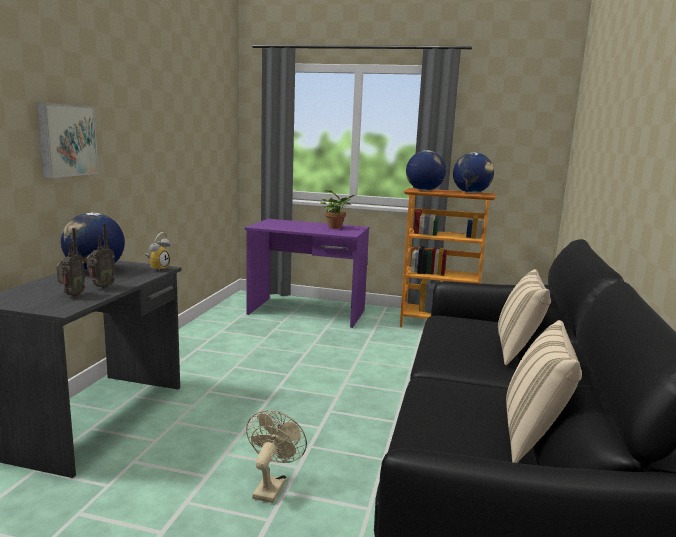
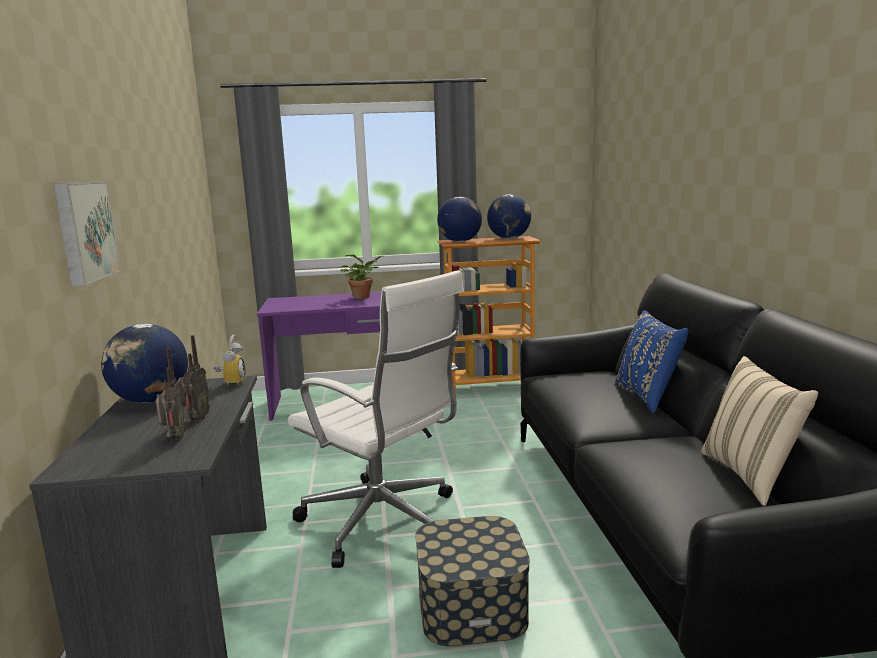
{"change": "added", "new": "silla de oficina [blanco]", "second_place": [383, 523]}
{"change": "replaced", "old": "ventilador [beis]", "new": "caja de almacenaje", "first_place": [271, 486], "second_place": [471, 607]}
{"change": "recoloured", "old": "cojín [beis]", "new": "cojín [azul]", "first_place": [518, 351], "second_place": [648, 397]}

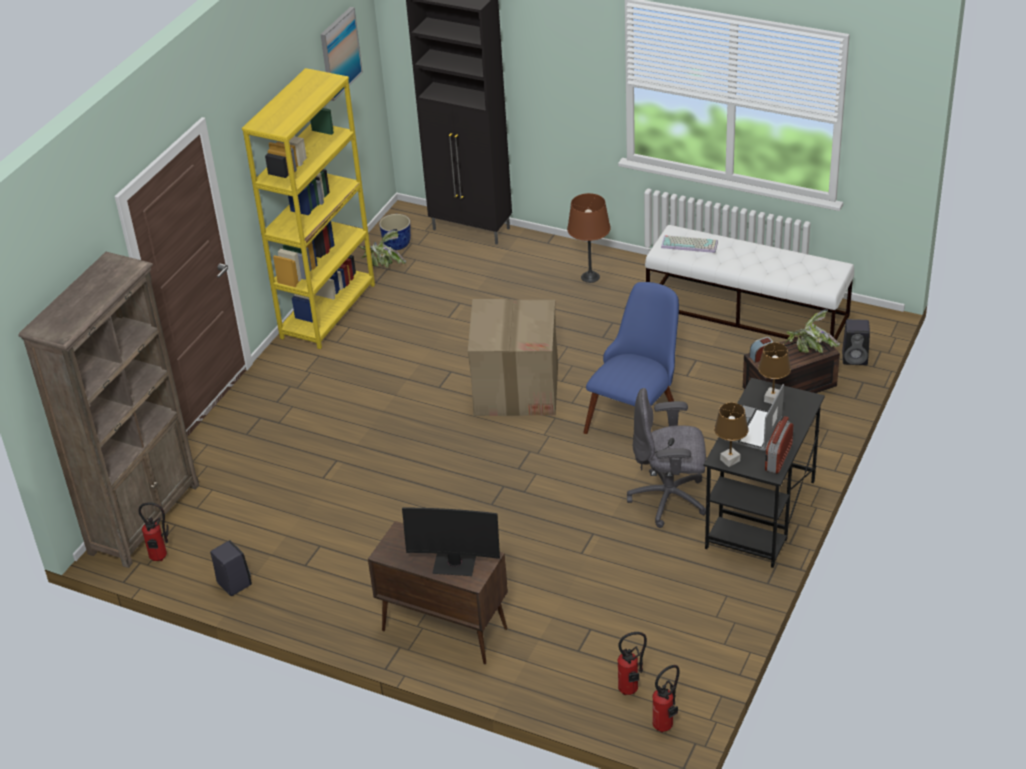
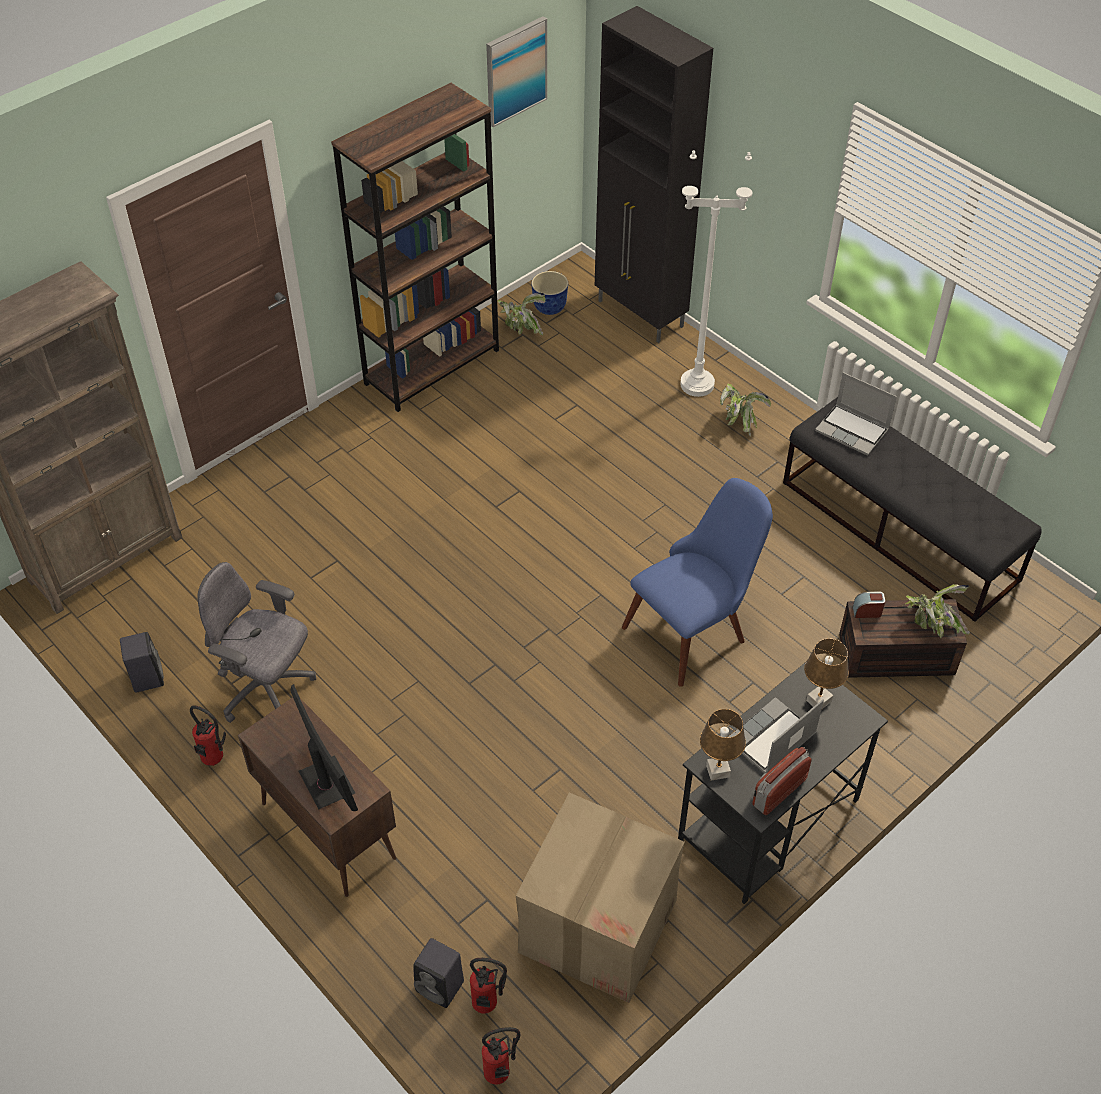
{"change": "moved", "old": "extintor", "first_place": [161, 558], "second_place": [215, 761]}
{"change": "moved", "old": "silla de oficina [gris]", "first_place": [670, 499], "second_place": [266, 689]}
{"change": "turned", "old": "monitor", "first_place": [455, 564], "second_place": [326, 783], "degrees": -150}
{"change": "recoloured", "old": "estantería [amarillo]", "new": "estantería [marrón]", "first_place": [328, 311], "second_place": [432, 367]}
{"change": "moved", "old": "altavoz [negro]", "first_place": [855, 358], "second_place": [441, 986]}
{"change": "moved", "old": "caja de cartón", "first_place": [516, 388], "second_place": [598, 925]}
{"change": "added", "new": "lámpara de pie [blanco]", "second_place": [697, 384]}
{"change": "replaced", "old": "lámpara de mesa [marrón]", "new": "planta en maceta", "first_place": [590, 277], "second_place": [739, 421]}
{"change": "recoloured", "old": "banco [blanco]", "new": "banco [negro]", "first_place": [747, 311], "second_place": [899, 531]}
{"change": "replaced", "old": "teclado", "new": "portátil", "first_place": [690, 244], "second_place": [853, 431]}

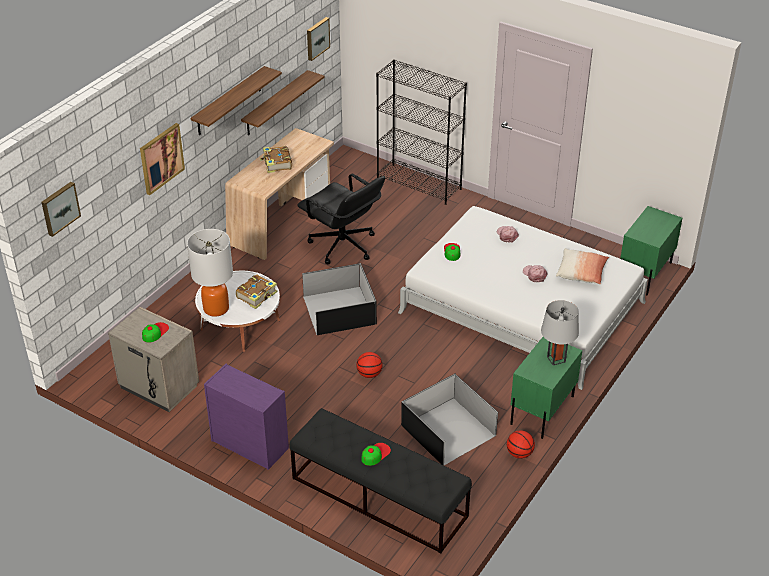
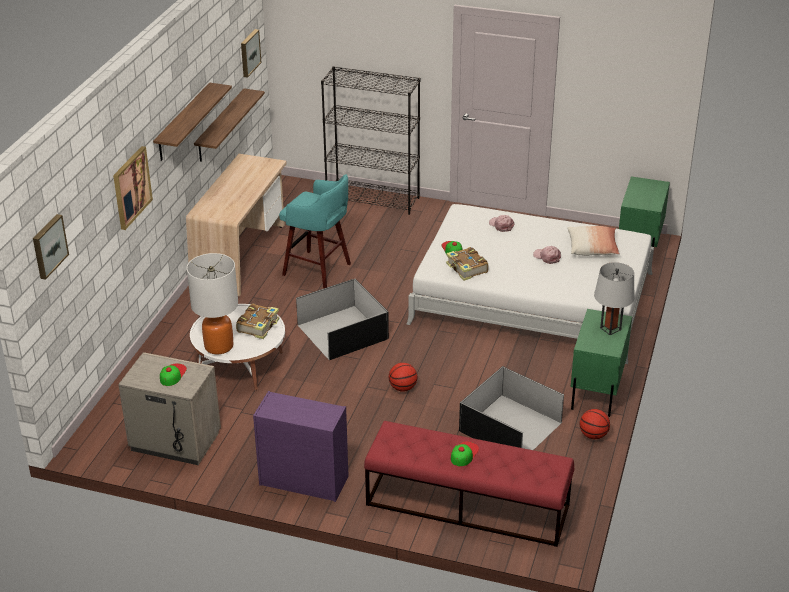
{"change": "replaced", "old": "silla de oficina [negro]", "new": "taburete [turquesa]", "first_place": [343, 246], "second_place": [318, 270]}
{"change": "recoloured", "old": "banco [negro]", "new": "banco [rojo]", "first_place": [378, 497], "second_place": [466, 505]}
{"change": "moved", "old": "libro", "first_place": [277, 164], "second_place": [466, 269]}

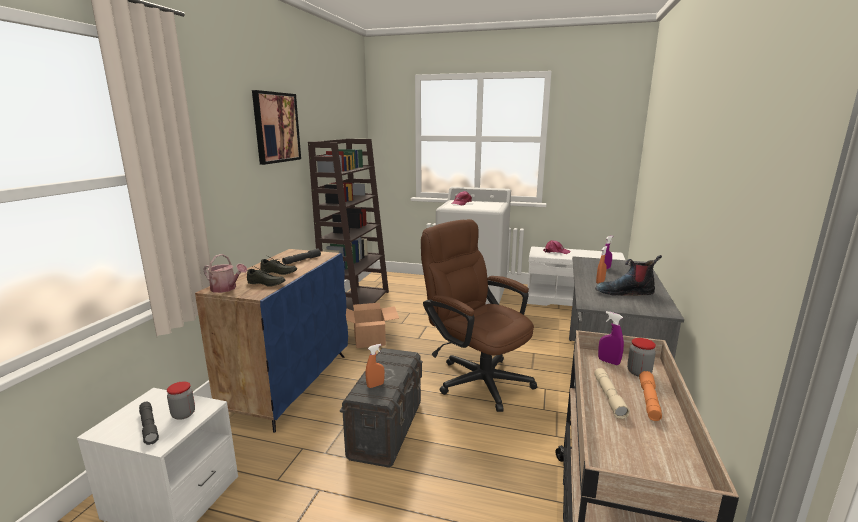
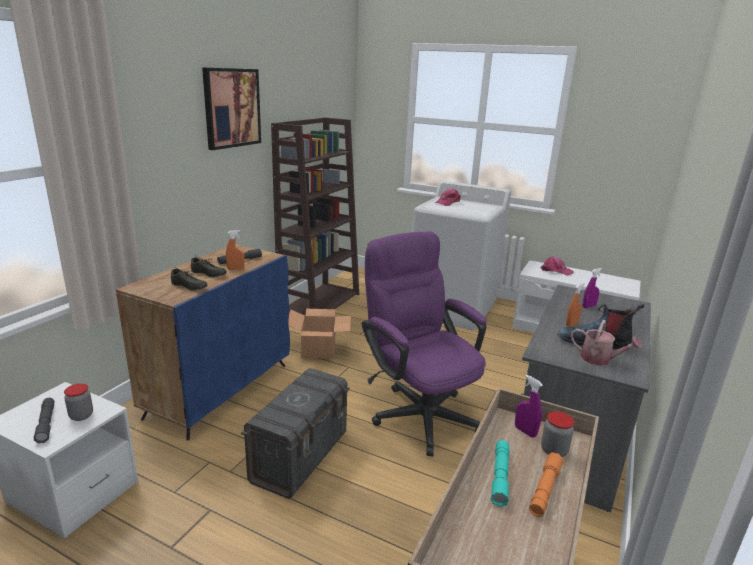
{"change": "moved", "old": "pulverizador [naranja]", "first_place": [375, 385], "second_place": [235, 269]}
{"change": "recoloured", "old": "silla de oficina [marrón]", "new": "silla de oficina [morado]", "first_place": [476, 378], "second_place": [419, 411]}
{"change": "recoloured", "old": "linterna [beis]", "new": "linterna [turquesa]", "first_place": [609, 397], "second_place": [500, 477]}
{"change": "moved", "old": "regadera", "first_place": [226, 289], "second_place": [600, 359]}

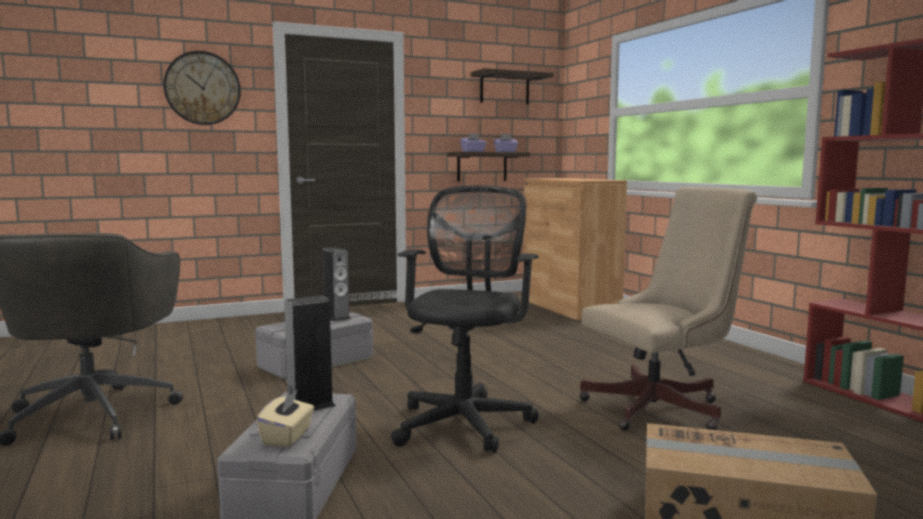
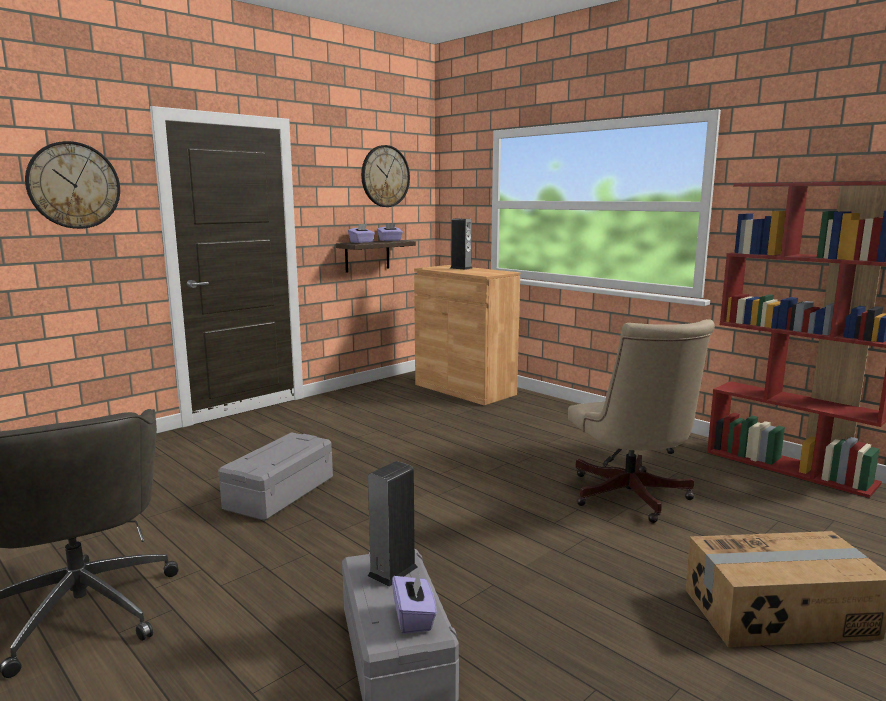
{"change": "replaced", "old": "estante", "new": "reloj de pared", "first_place": [504, 88], "second_place": [385, 176]}
{"change": "recoloured", "old": "caja de pañuelos [beis]", "new": "caja de pañuelos [morado]", "first_place": [287, 437], "second_place": [414, 618]}
{"change": "moved", "old": "altavoz", "first_place": [337, 317], "second_place": [461, 268]}
{"change": "turned", "old": "silla de oficina [beis]", "first_place": [663, 408], "second_place": [630, 498], "degrees": 120}
{"change": "removed", "old": "silla de oficina [negro]", "first_place": [465, 422]}

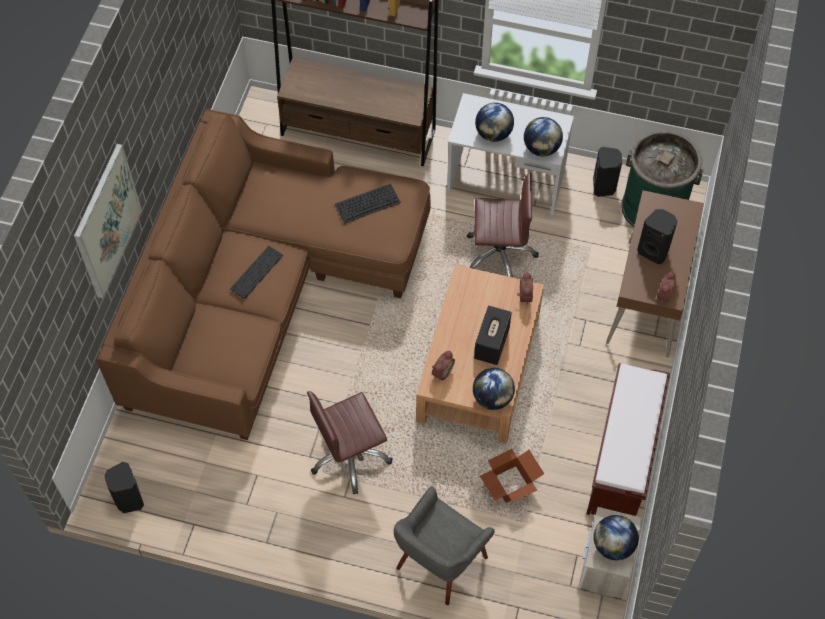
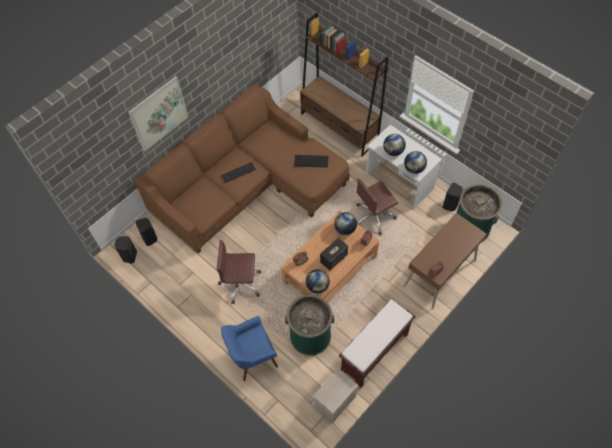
{"change": "moved", "old": "altavoz [negro]", "first_place": [654, 251], "second_place": [150, 238]}
{"change": "recoloured", "old": "sillón [gris]", "new": "sillón [azul]", "first_place": [440, 562], "second_place": [253, 357]}
{"change": "replaced", "old": "caja de cartón", "new": "papelera [verde]", "first_place": [509, 484], "second_place": [310, 335]}
{"change": "moved", "old": "globo terráqueo", "first_place": [613, 545], "second_place": [345, 229]}
{"change": "turned", "old": "silla de oficina [marrón]", "first_place": [499, 255], "second_place": [374, 217], "degrees": 120}

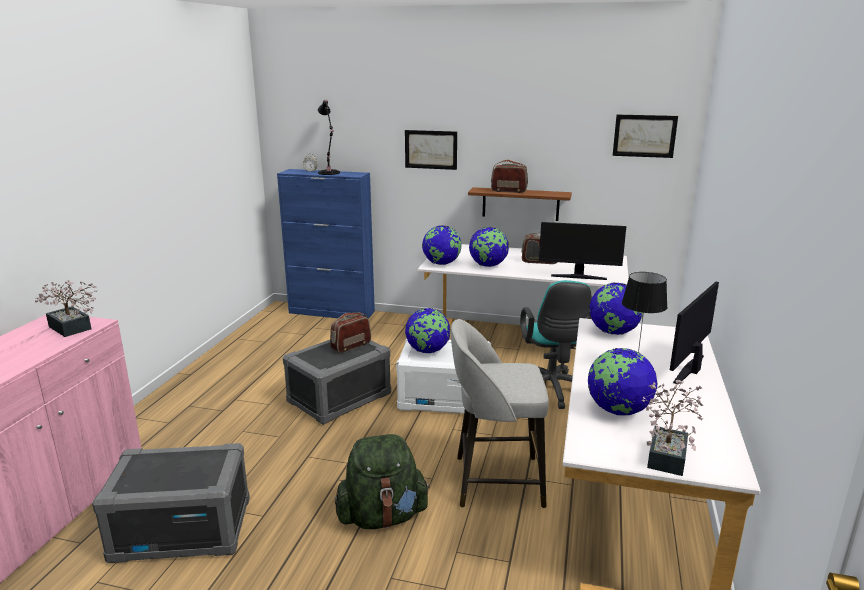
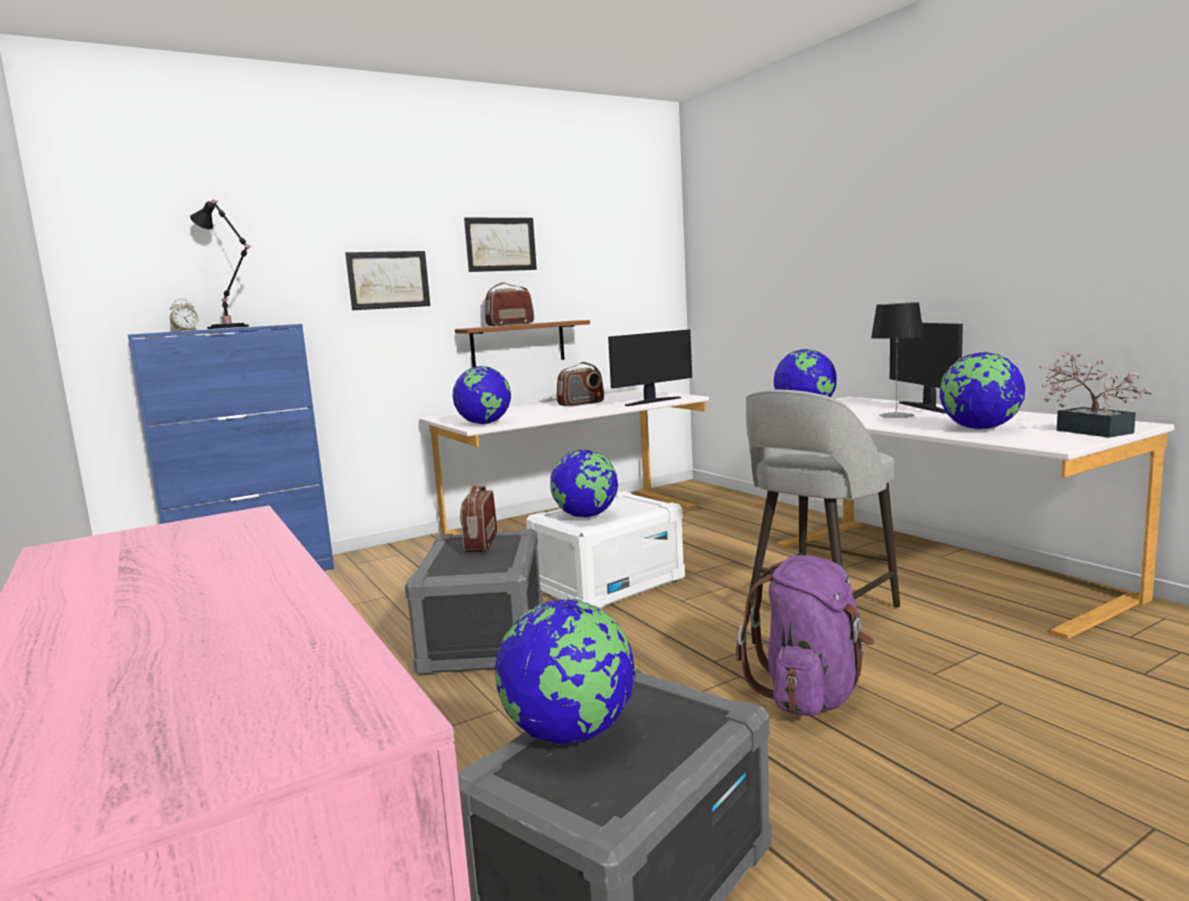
{"change": "moved", "old": "cuadro", "first_place": [644, 136], "second_place": [500, 244]}
{"change": "moved", "old": "globo terráqueo", "first_place": [488, 265], "second_place": [570, 734]}
{"change": "recoloured", "old": "mochila [verde]", "new": "mochila [morado]", "first_place": [382, 517], "second_place": [810, 695]}
{"change": "removed", "old": "planta en maceta", "first_place": [71, 329]}
{"change": "removed", "old": "silla de oficina [turquesa]", "first_place": [552, 391]}

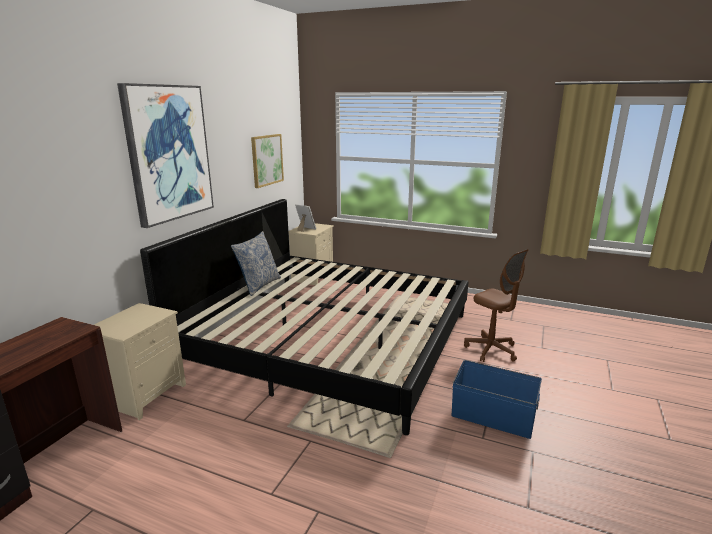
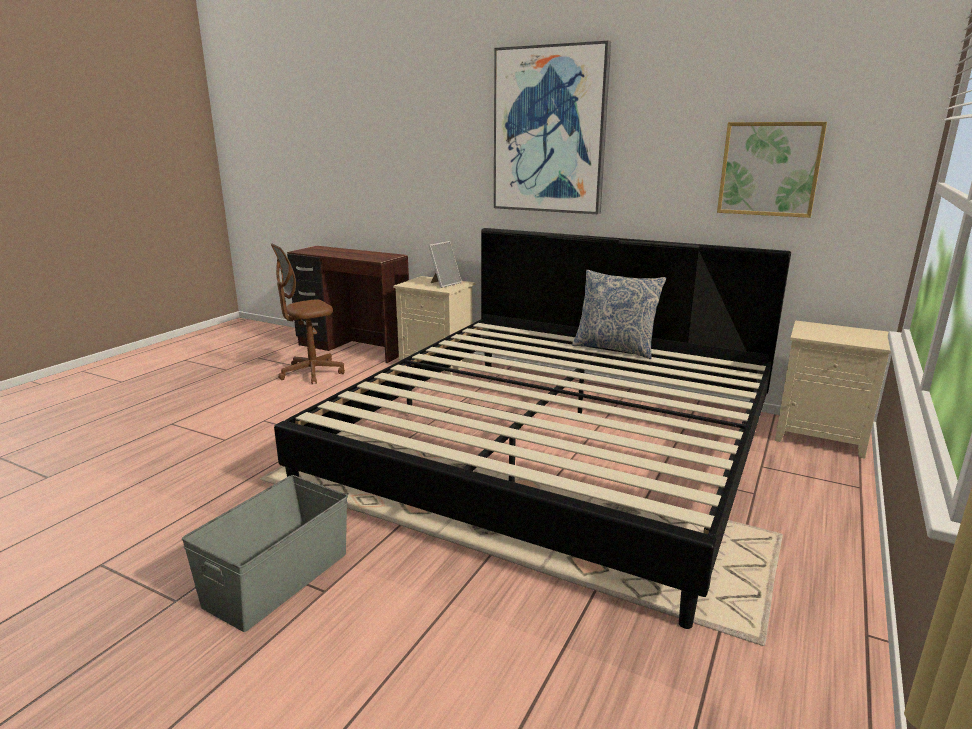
{"change": "recoloured", "old": "caja de almacenaje [azul]", "new": "caja de almacenaje [gris]", "first_place": [493, 417], "second_place": [276, 579]}
{"change": "moved", "old": "silla de oficina [marrón]", "first_place": [491, 350], "second_place": [312, 373]}
{"change": "moved", "old": "portarretratos", "first_place": [305, 229], "second_place": [444, 284]}

